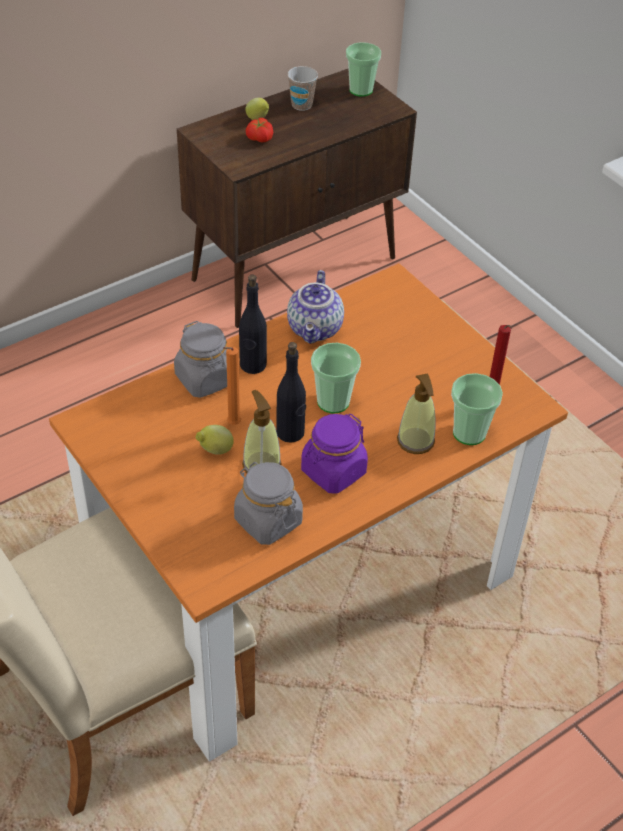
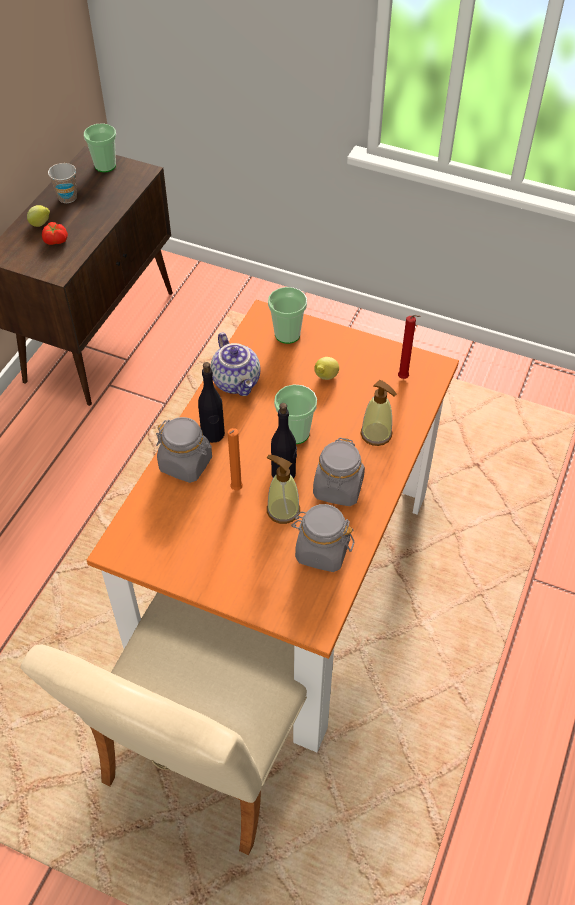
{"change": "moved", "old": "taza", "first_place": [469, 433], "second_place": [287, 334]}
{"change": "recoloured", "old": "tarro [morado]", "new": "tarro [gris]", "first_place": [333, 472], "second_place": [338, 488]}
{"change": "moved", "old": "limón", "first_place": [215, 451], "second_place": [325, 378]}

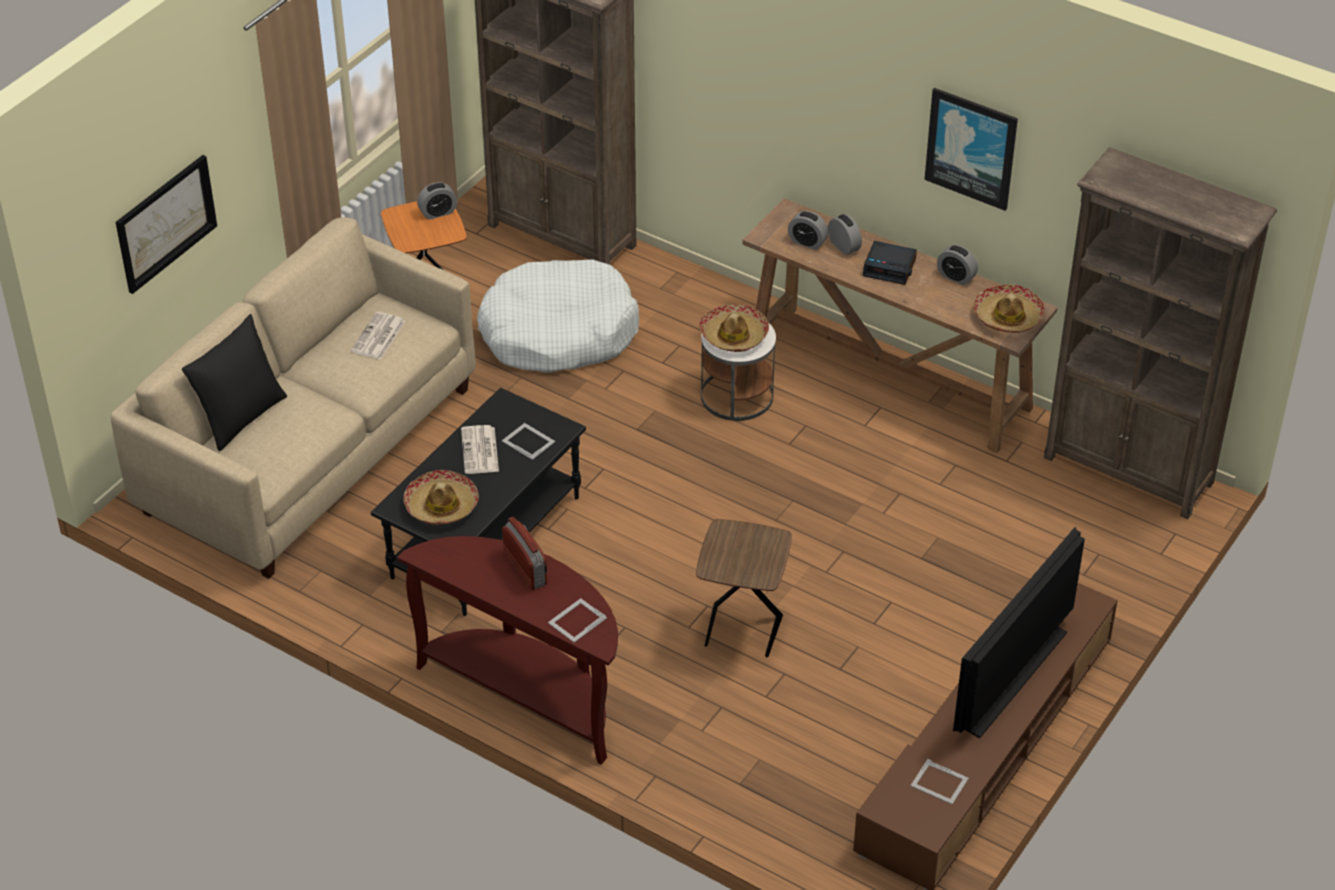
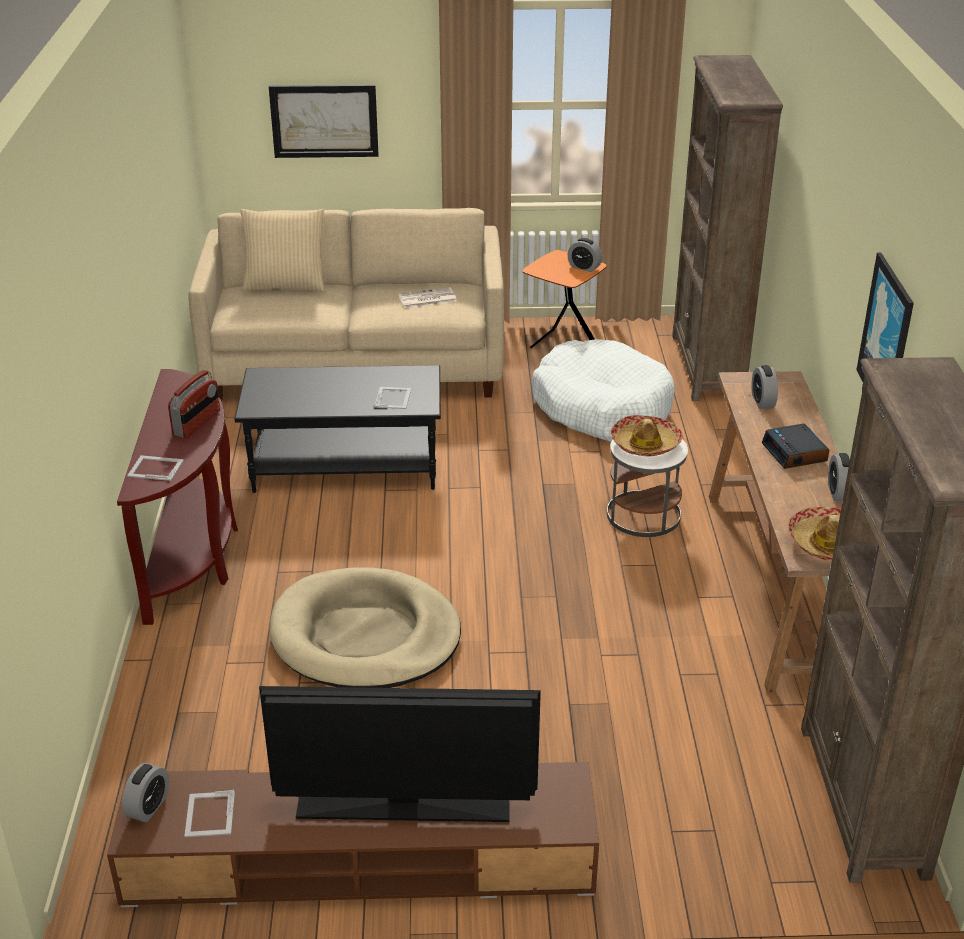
{"change": "moved", "old": "despertador", "first_place": [844, 246], "second_place": [148, 807]}
{"change": "recoloured", "old": "cojín [negro]", "new": "cojín [beis]", "first_place": [240, 417], "second_place": [286, 285]}
{"change": "replaced", "old": "mesa auxiliar [marrón]", "new": "cama para perro [beis]", "first_place": [742, 632], "second_place": [365, 636]}
{"change": "removed", "old": "sombrero", "first_place": [442, 506]}
{"change": "removed", "old": "periódico", "first_place": [480, 451]}

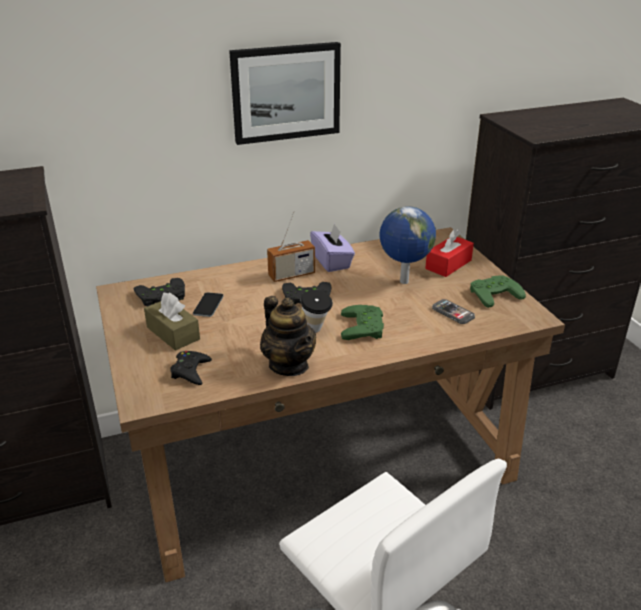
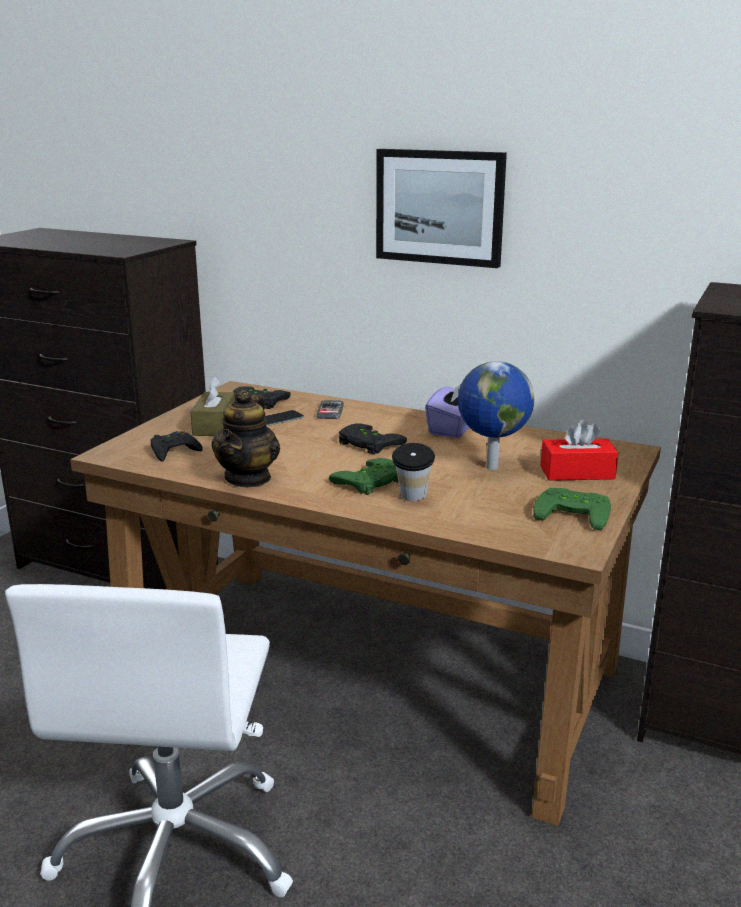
{"change": "moved", "old": "móvil", "first_place": [453, 313], "second_place": [330, 411]}
{"change": "moved", "old": "taza", "first_place": [315, 331], "second_place": [412, 500]}
{"change": "removed", "old": "radio", "first_place": [291, 275]}

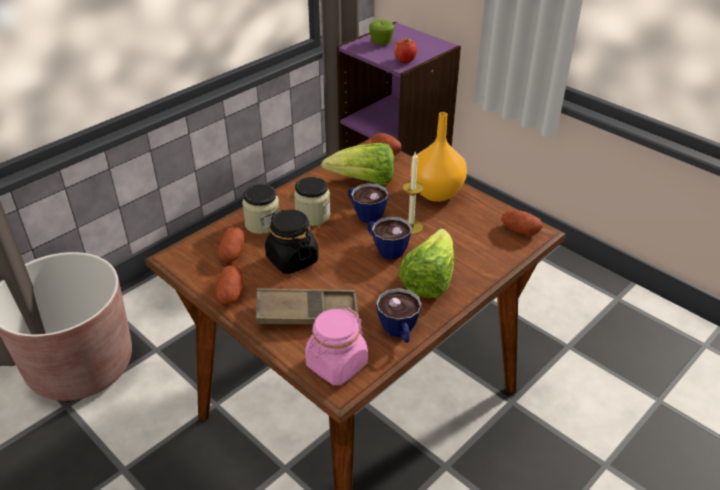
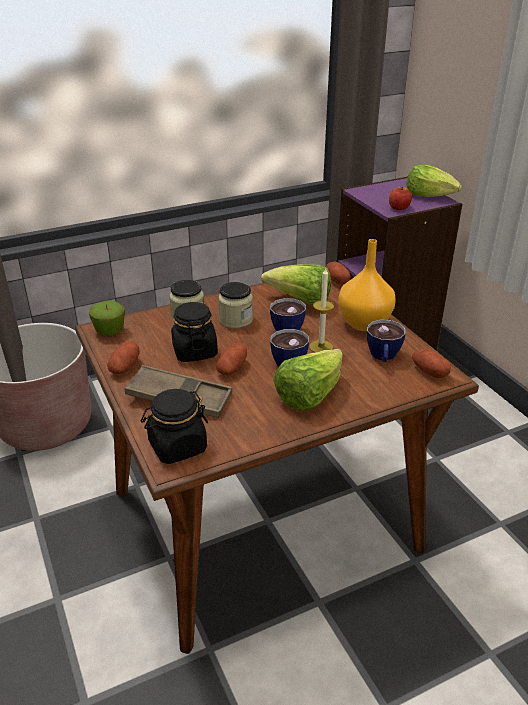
{"change": "moved", "old": "manzana", "first_place": [381, 42], "second_place": [110, 331]}
{"change": "recoloured", "old": "tarro [rosa]", "new": "tarro [negro]", "first_place": [336, 365], "second_place": [177, 446]}
{"change": "moved", "old": "patata", "first_place": [233, 253], "second_place": [232, 368]}
{"change": "moved", "old": "taza", "first_place": [399, 332], "second_place": [383, 357]}
{"change": "added", "new": "lechuga", "second_place": [429, 196]}

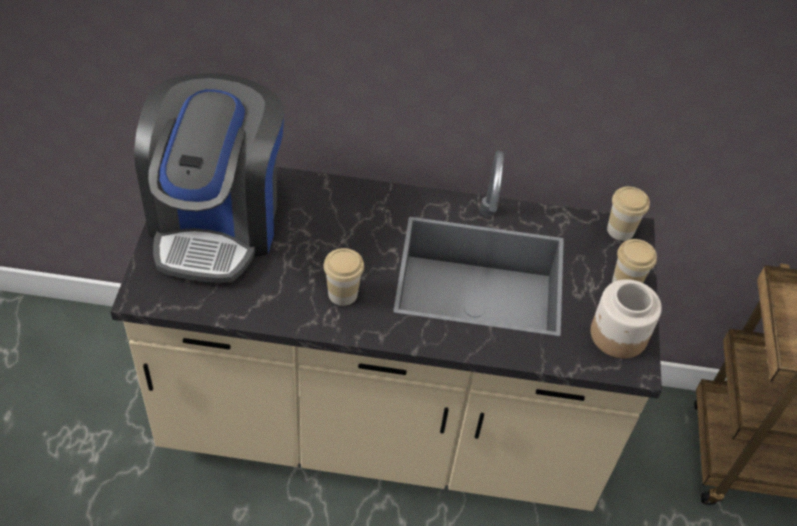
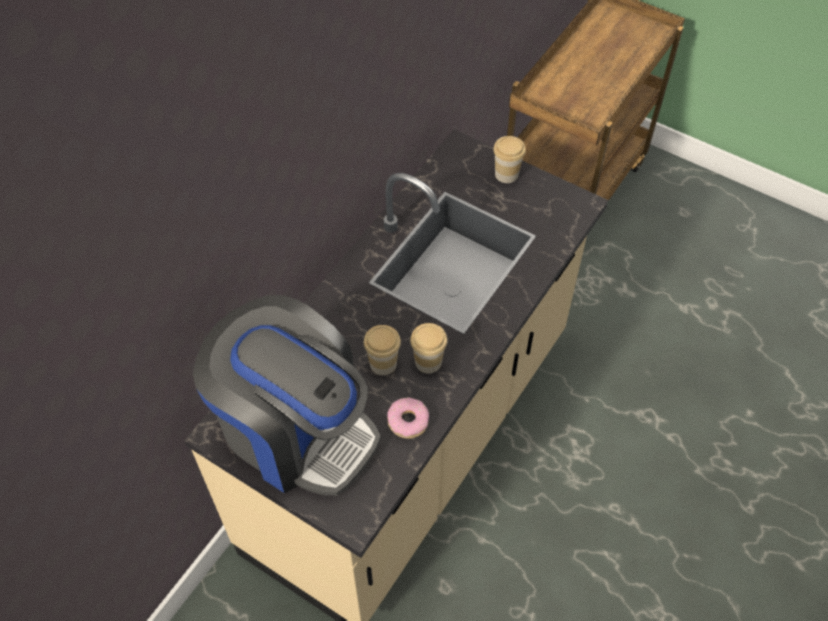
{"change": "moved", "old": "taza", "first_place": [620, 230], "second_place": [383, 363]}
{"change": "added", "new": "rosquilla", "second_place": [407, 421]}
{"change": "removed", "old": "tarro", "first_place": [618, 335]}

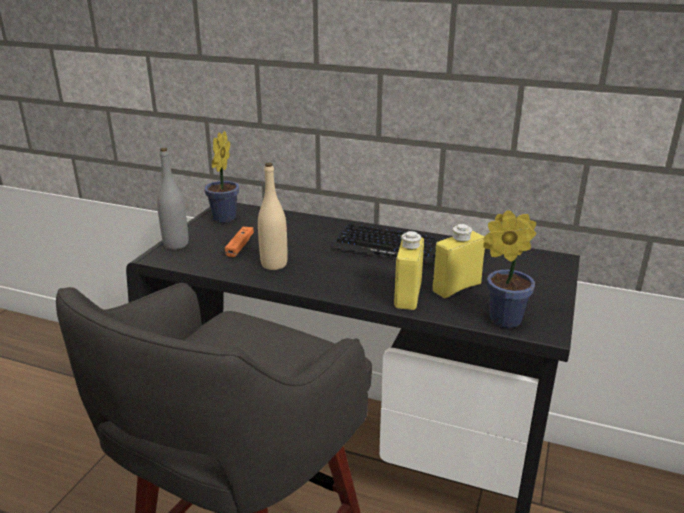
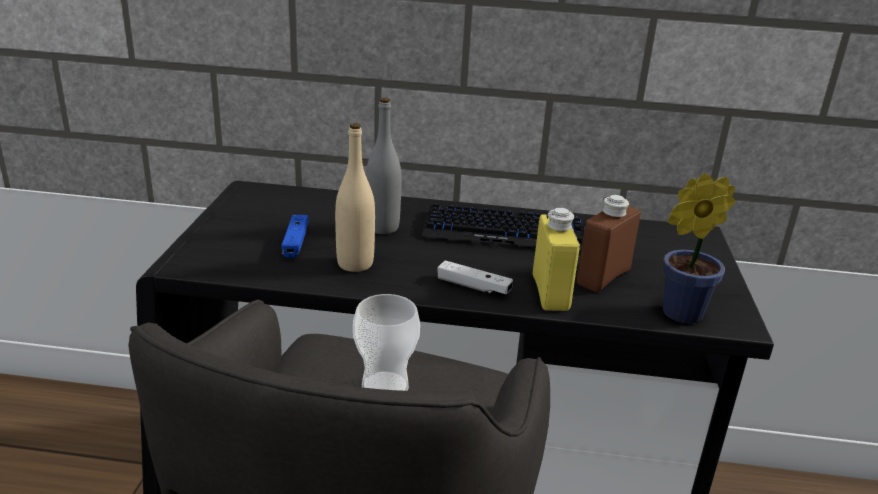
{"change": "recoloured", "old": "mando de consola [naranja]", "new": "mando de consola [azul]", "first_place": [240, 246], "second_place": [295, 242]}
{"change": "added", "new": "taza", "second_place": [385, 386]}
{"change": "moved", "old": "botella [gris]", "first_place": [176, 244], "second_place": [382, 227]}
{"change": "added", "new": "mando de consola [blanco]", "second_place": [473, 286]}
{"change": "recoloured", "old": "botella [amarillo]", "new": "botella [marrón]", "first_place": [456, 287], "second_place": [603, 277]}
{"change": "removed", "old": "planta en maceta", "first_place": [223, 219]}

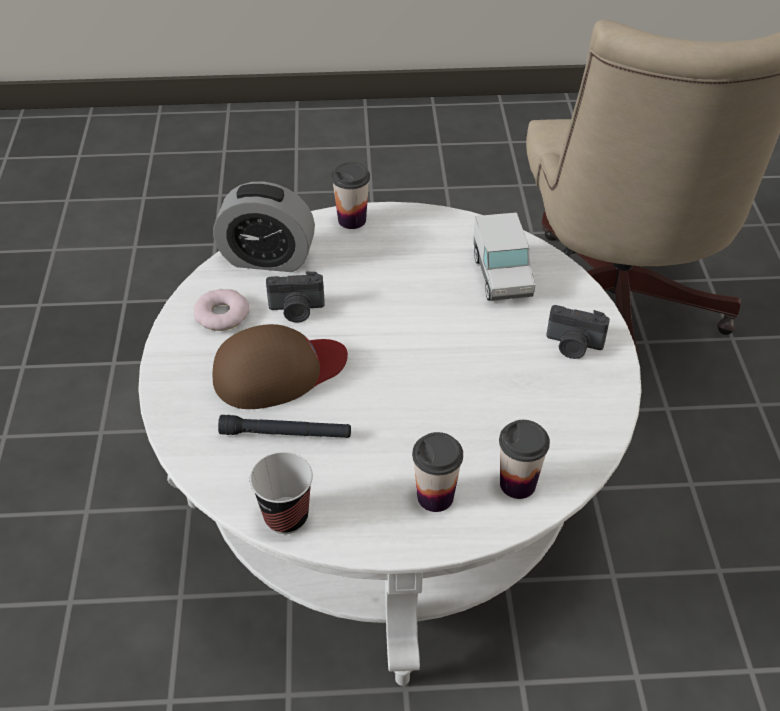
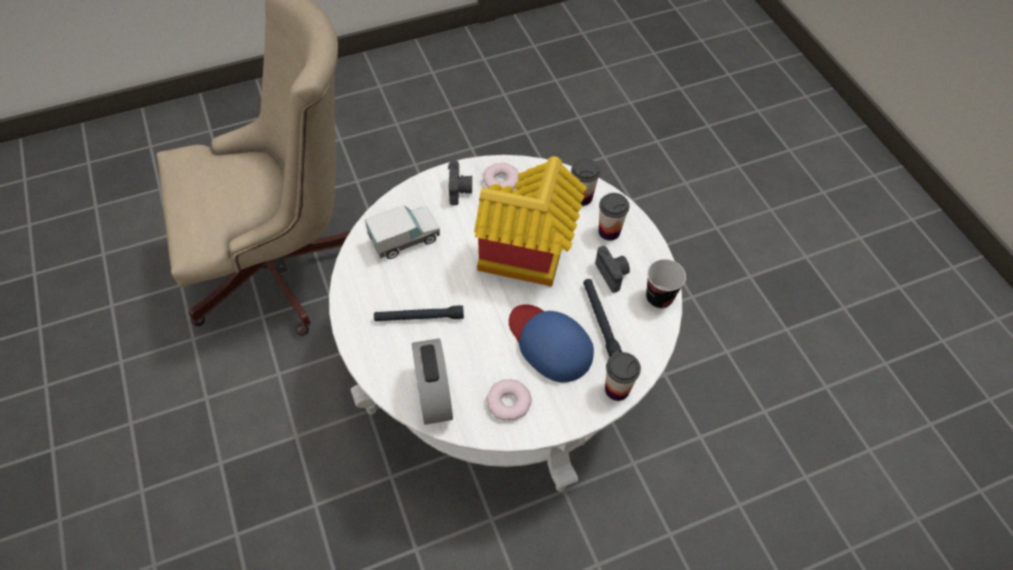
{"change": "added", "new": "linterna [negro]", "second_place": [419, 317]}
{"change": "added", "new": "casita", "second_place": [527, 258]}
{"change": "added", "new": "rosquilla", "second_place": [501, 180]}
{"change": "recoloured", "old": "gorra [marrón]", "new": "gorra [azul]", "first_place": [278, 371], "second_place": [549, 343]}
{"change": "moved", "old": "cámara", "first_place": [296, 310], "second_place": [613, 274]}
{"change": "moved", "old": "taza", "first_place": [352, 220], "second_place": [617, 389]}

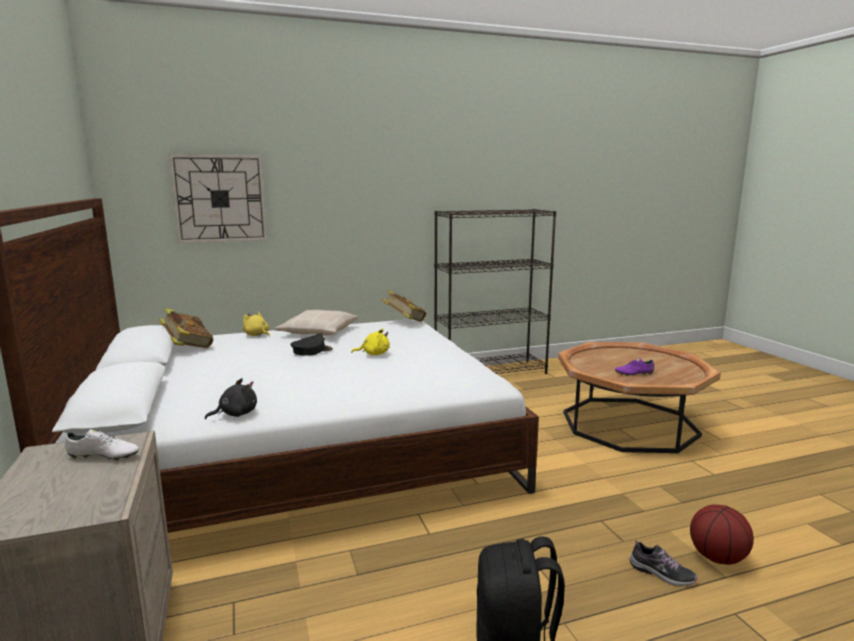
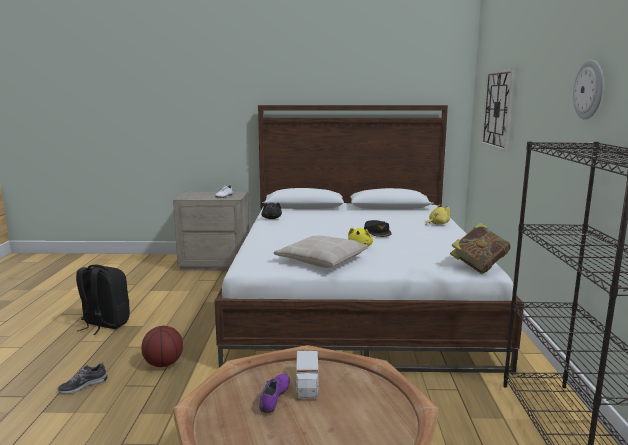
{"change": "moved", "old": "balón de baloncesto", "first_place": [716, 558], "second_place": [164, 364]}
{"change": "moved", "old": "cojín [beis]", "first_place": [318, 332], "second_place": [321, 260]}
{"change": "added", "new": "camión de juguete", "second_place": [307, 385]}
{"change": "added", "new": "reloj de pared", "second_place": [589, 90]}
{"change": "removed", "old": "libro", "first_place": [188, 347]}

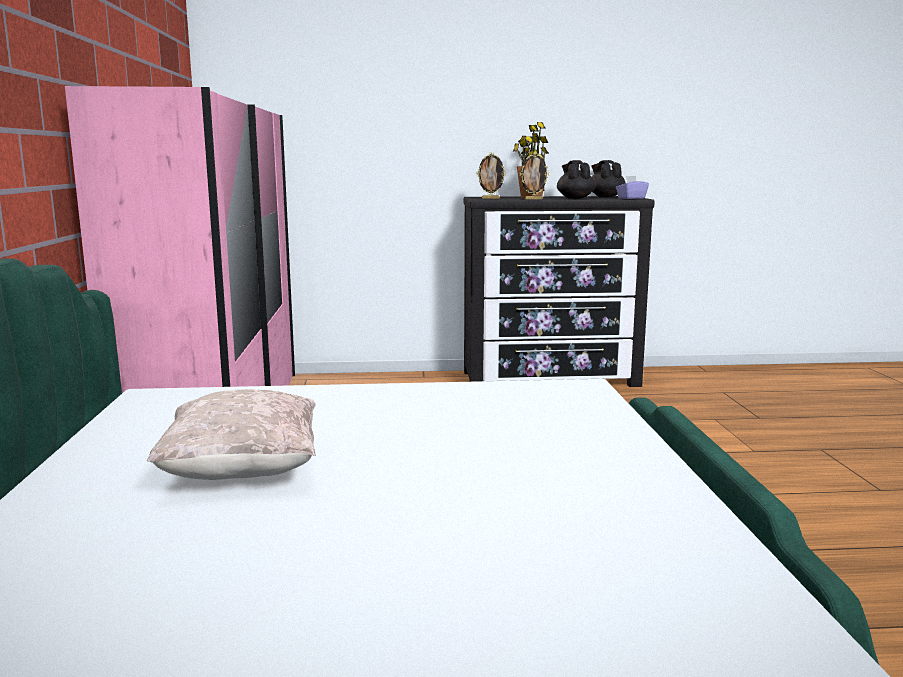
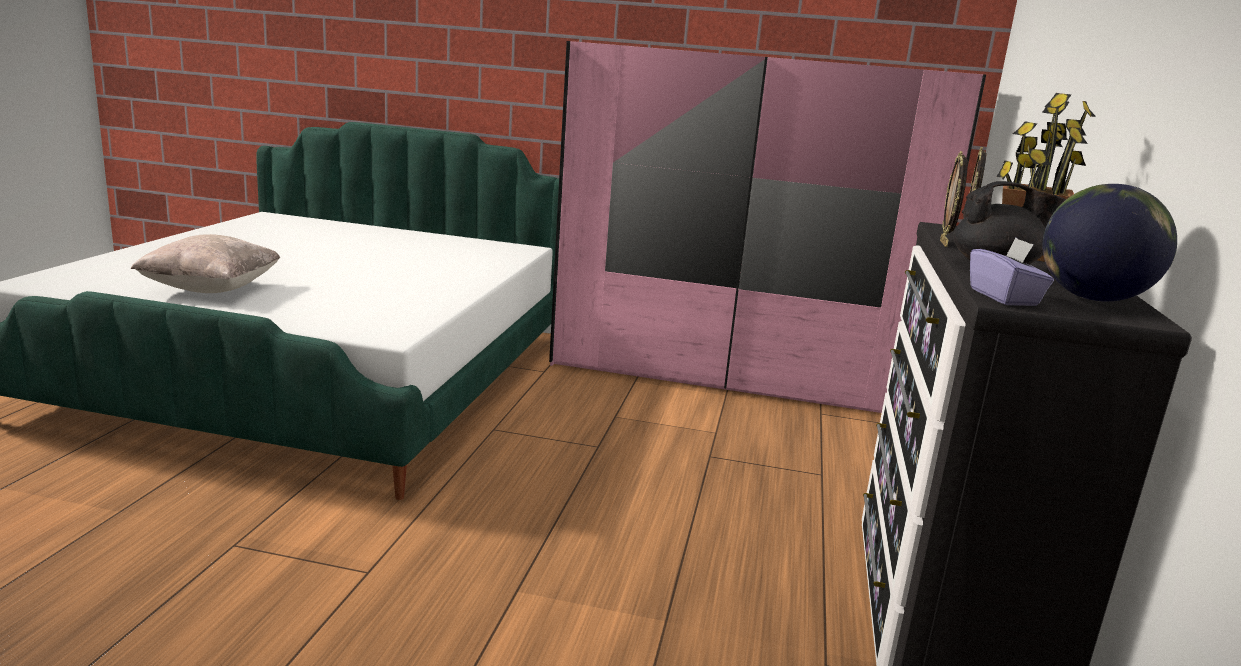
{"change": "moved", "old": "cojín [beis]", "first_place": [243, 471], "second_place": [211, 289]}
{"change": "replaced", "old": "tetera [negro]", "new": "globo terráqueo", "first_place": [605, 196], "second_place": [1093, 299]}

